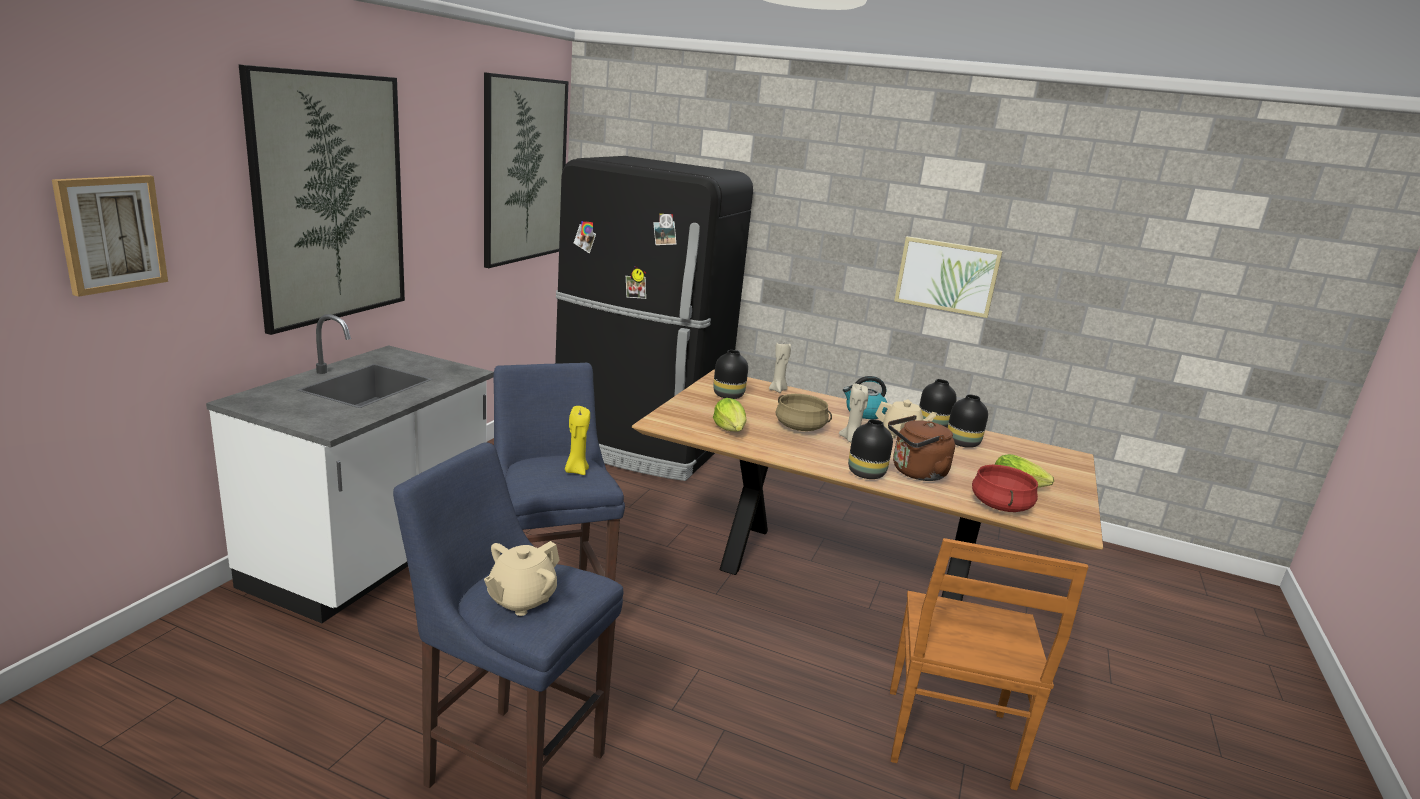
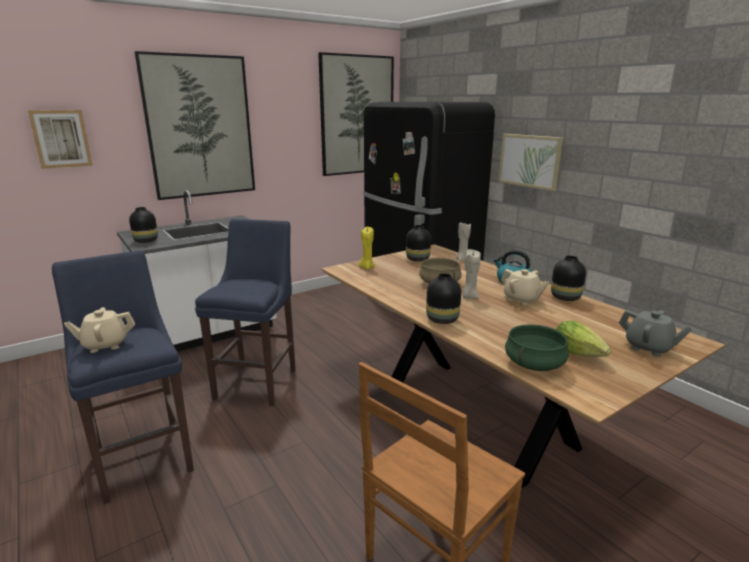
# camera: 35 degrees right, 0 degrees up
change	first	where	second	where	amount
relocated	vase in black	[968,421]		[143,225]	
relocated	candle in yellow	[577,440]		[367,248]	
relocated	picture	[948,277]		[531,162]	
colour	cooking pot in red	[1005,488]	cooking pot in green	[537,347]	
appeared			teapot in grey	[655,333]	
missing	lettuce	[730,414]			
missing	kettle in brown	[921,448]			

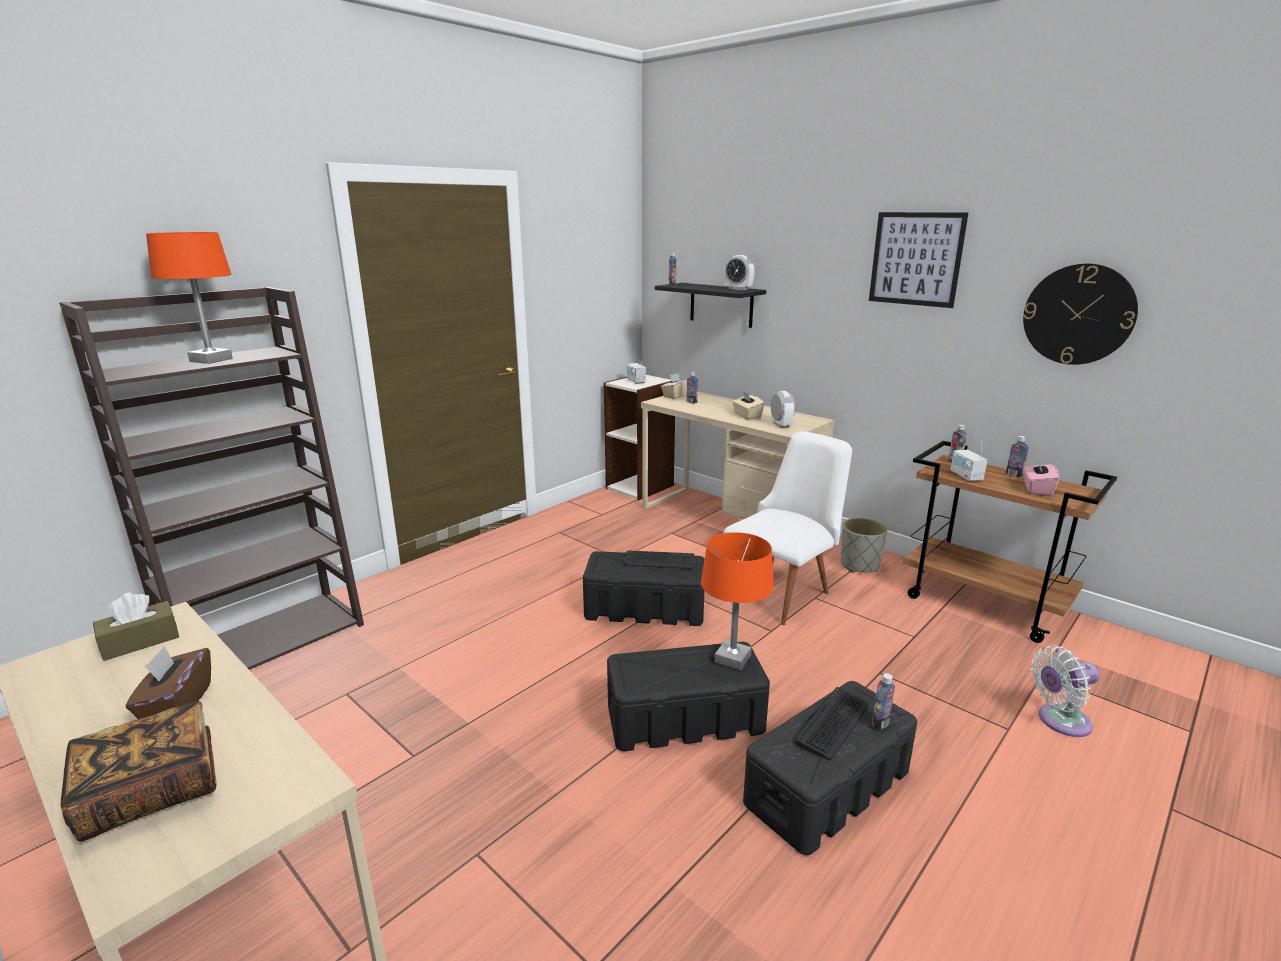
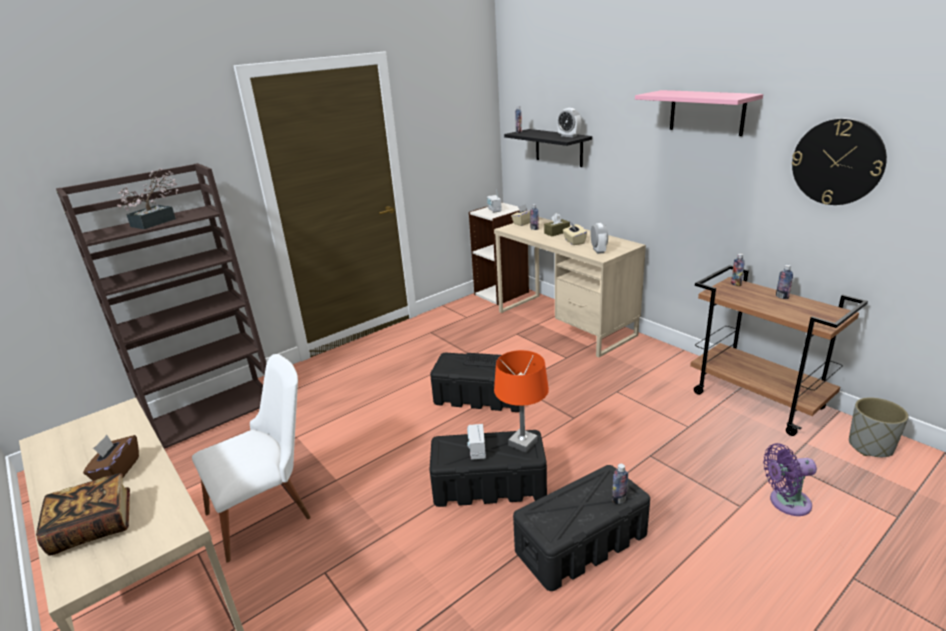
# camera: 10 degrees right, 5 degrees up
change	first	where	second	where	amount
exchanged	table lamp in orange	[189,298]	potted plant	[147,198]	
relocated	chair in white	[787,528]		[251,458]	
relocated	radio	[968,461]		[476,442]	
relocated	tissue box in brown	[136,627]		[557,224]	
exchanged	picture	[918,260]	shelf in pink	[699,113]	
colour	fan in white	[1065,691]	fan in purple	[790,479]	
relocated	planter in grey	[864,545]		[879,427]	
missing	keyboard	[831,723]			
missing	tissue box in pink	[1041,476]			

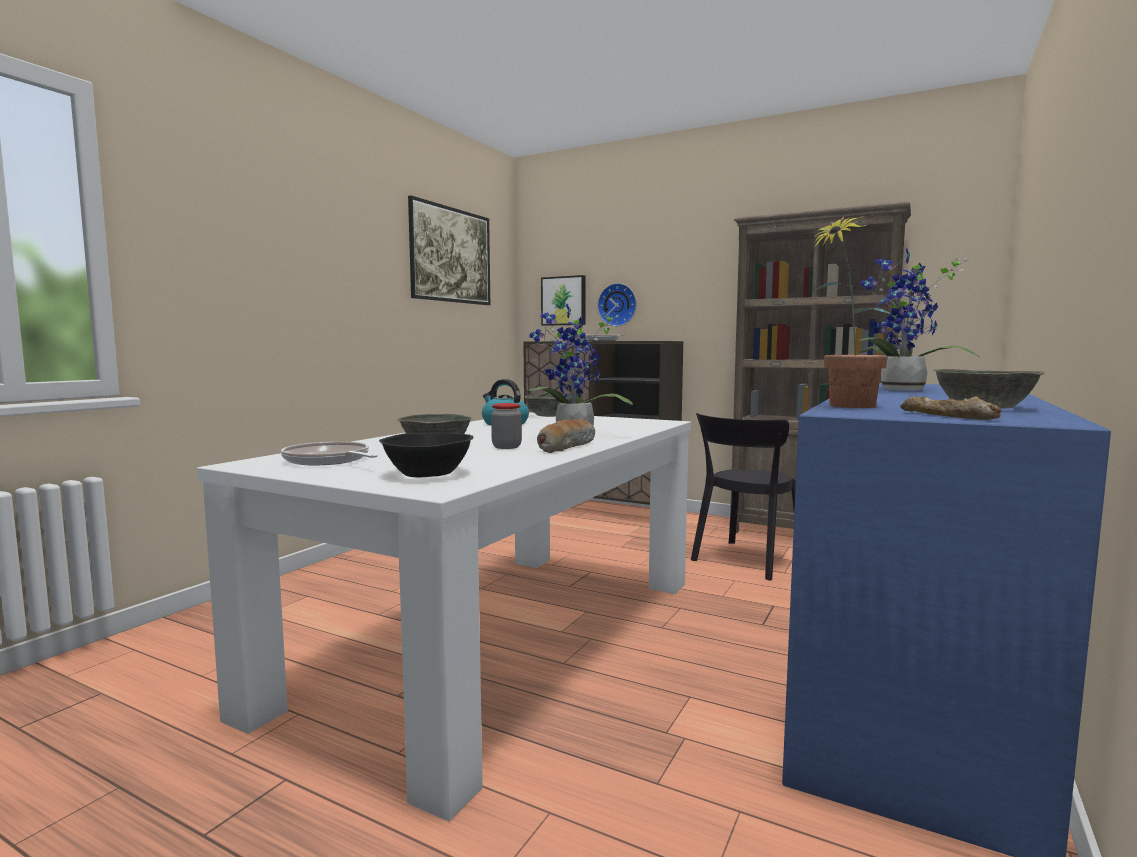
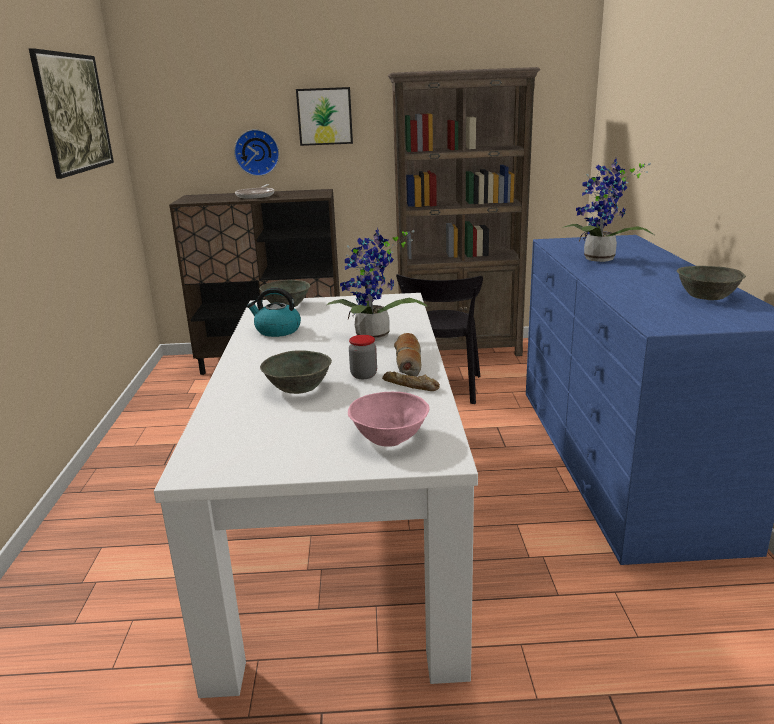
# camera: 30 degrees left, 15 degrees up
change	first	where	second	where	amount
relocated	picture	[563,300]		[324,116]	
colour	bowl in black	[426,455]	bowl in pink	[389,419]	
relocated	bread	[951,408]		[411,381]	
missing	frying pan	[329,453]			
missing	potted plant	[851,312]			

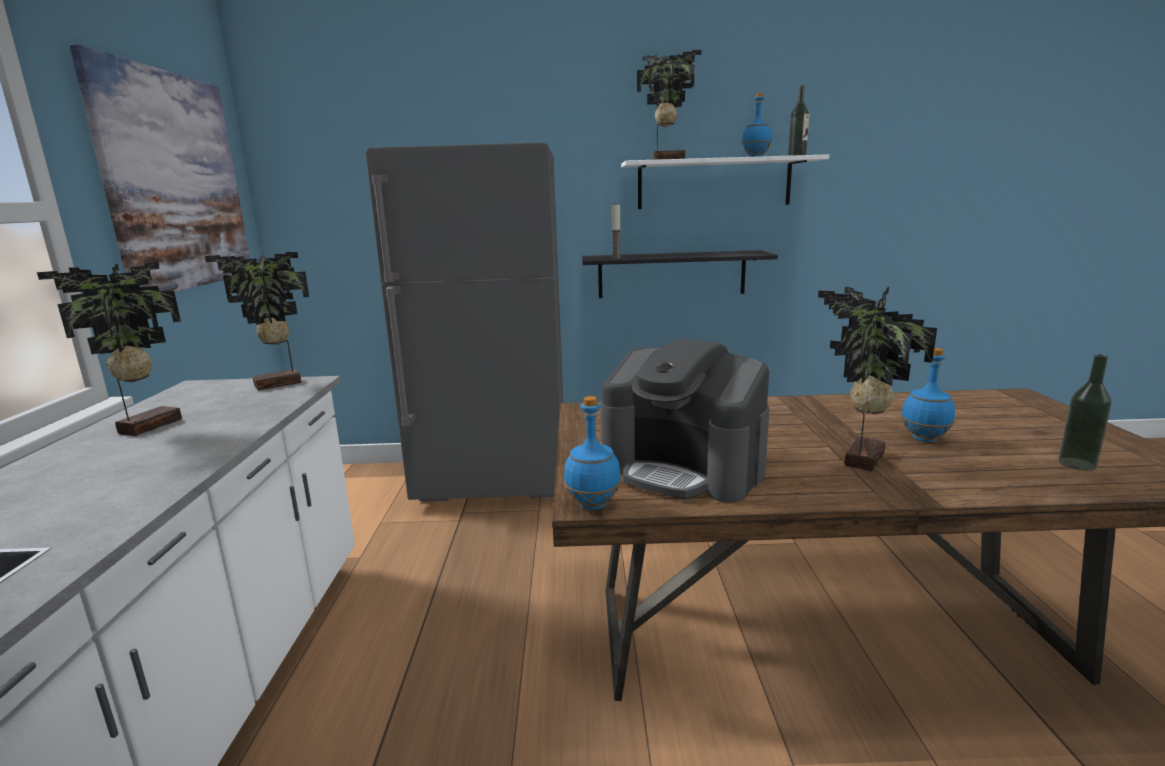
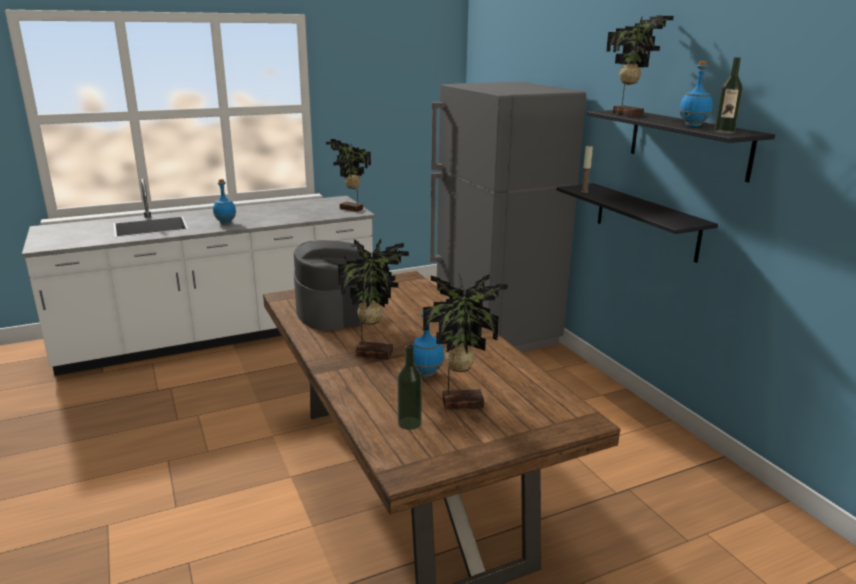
# camera: 65 degrees right, 5 degrees up
change	first	where	second	where	amount
relocated	bottle in blue	[592,453]		[224,201]	
spun	coffee machine	[685,421]		[329,285]	150 degrees clockwise
relocated	potted plant	[109,349]		[465,340]	
colour	shelf in white	[725,181]	shelf in black	[681,146]	
missing	picture	[159,168]			

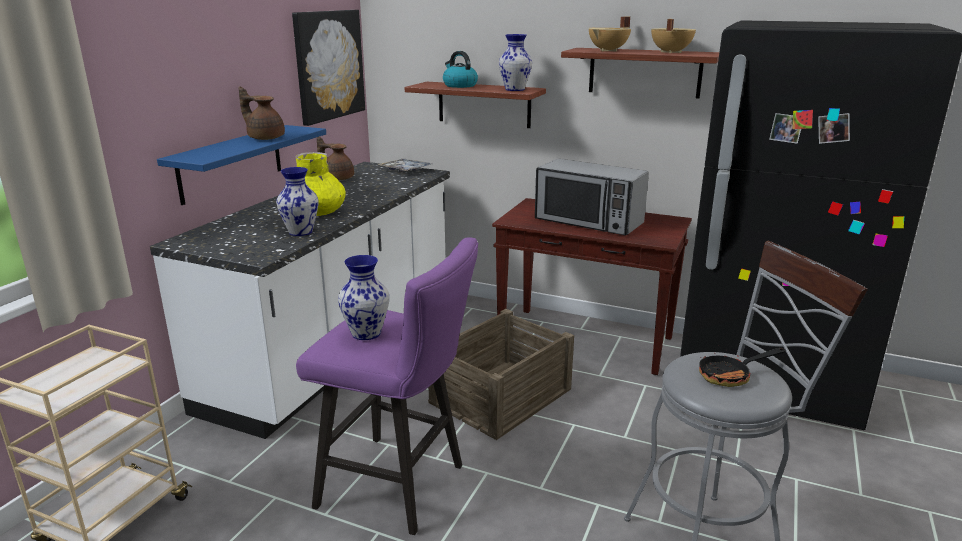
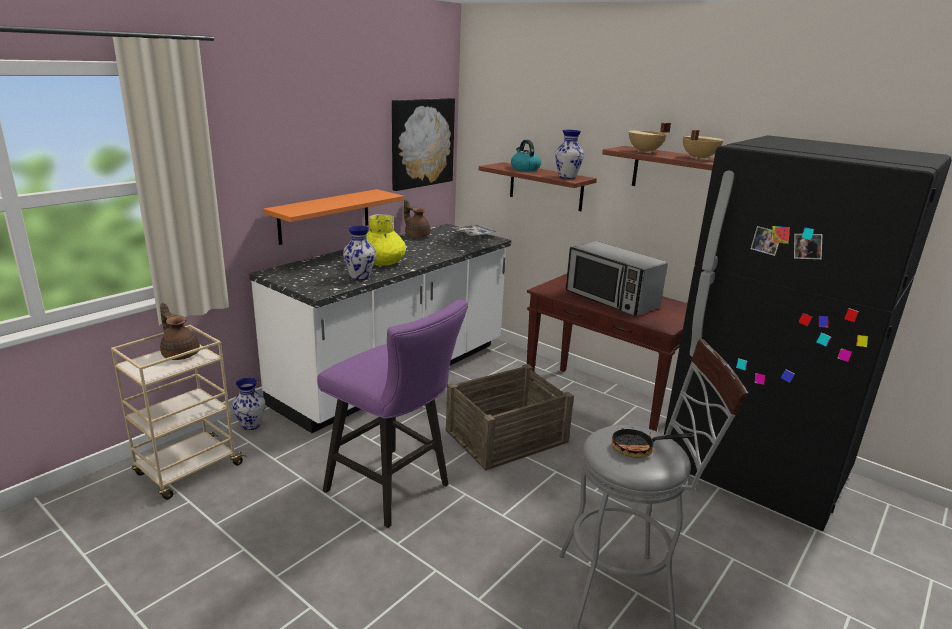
# camera: 15 degrees right, 0 degrees up
change	first	where	second	where	amount
relocated	teapot in brown	[262,113]		[180,331]	
relocated	vase	[363,297]		[248,403]	
colour	shelf in blue	[241,165]	shelf in orange	[333,217]	

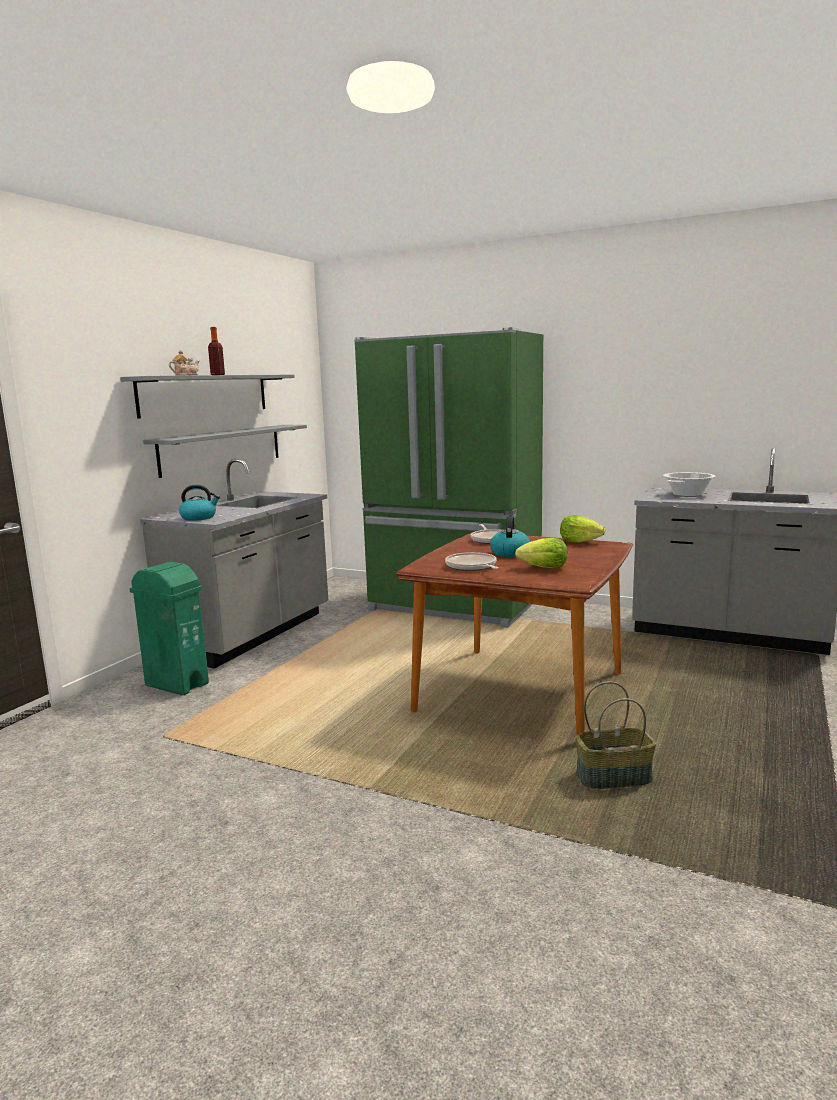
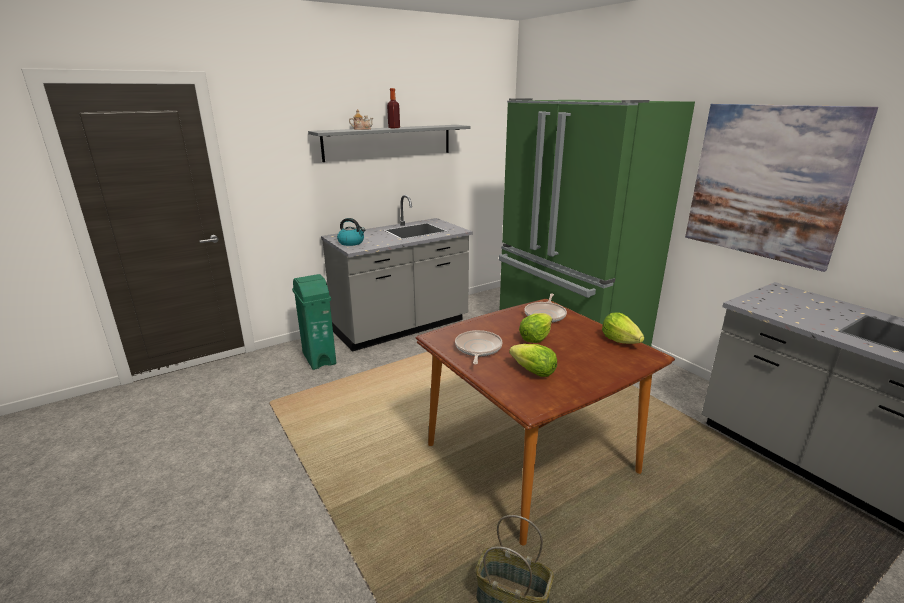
# camera: 30 degrees right, 10 degrees up
change	first	where	second	where	amount
exchanged	kettle	[510,536]	lettuce	[535,328]	
appeared			picture	[781,188]	
missing	shelf in grey	[225,451]			
missing	cooking pot	[689,484]			

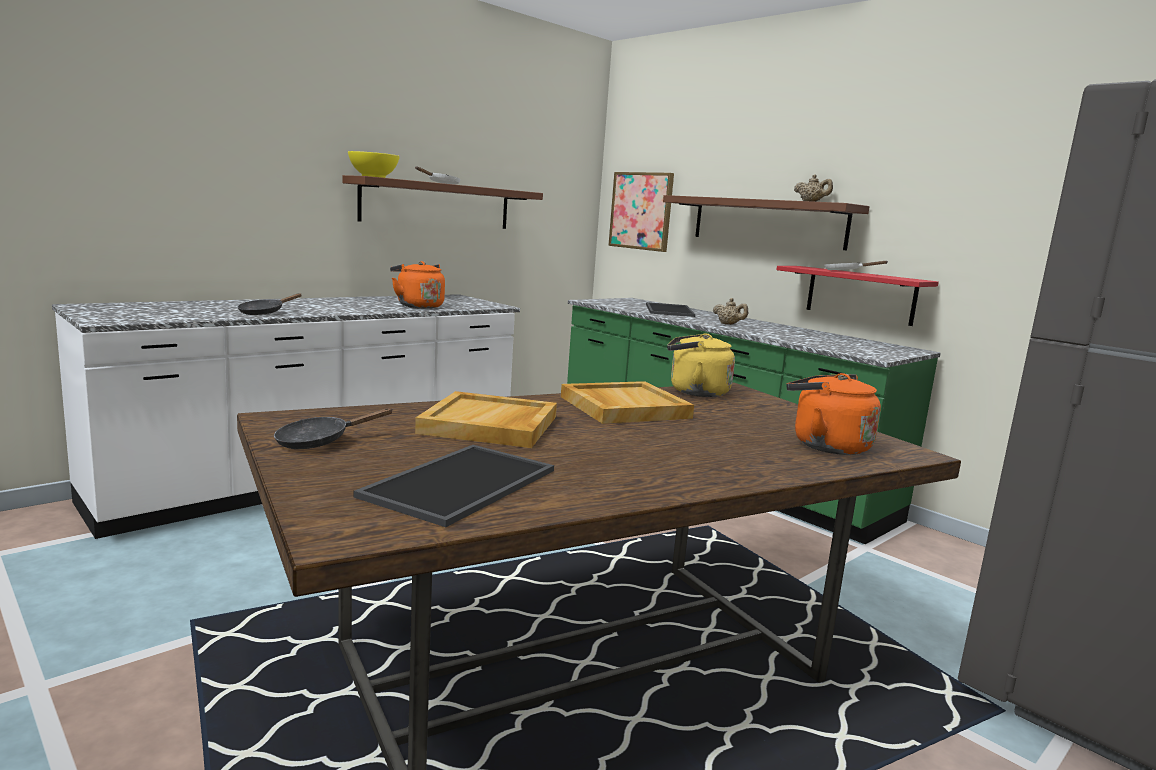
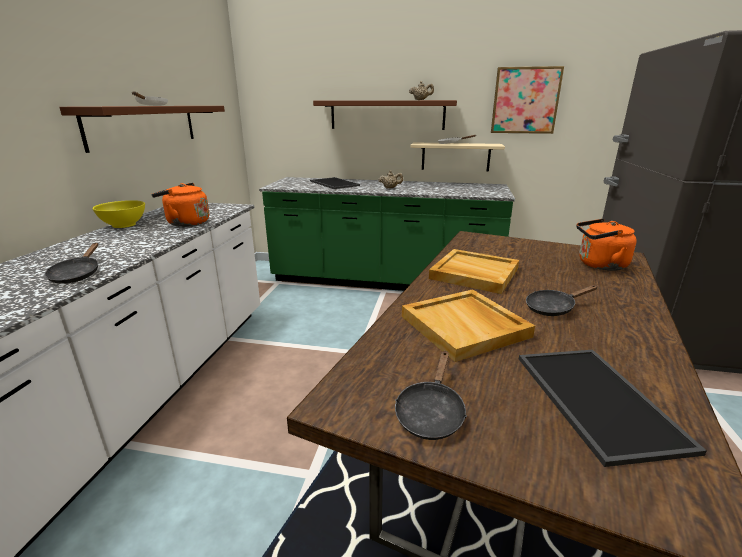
# camera: 35 degrees left, 10 degrees up
change	first	where	second	where	amount
relocated	bowl in yellow	[374,164]		[119,214]	
colour	shelf in red	[857,296]	shelf in beige	[457,157]	
relocated	picture	[641,212]		[527,100]	
appeared			frying pan in black	[562,300]	
missing	kettle in yellow	[701,365]			

